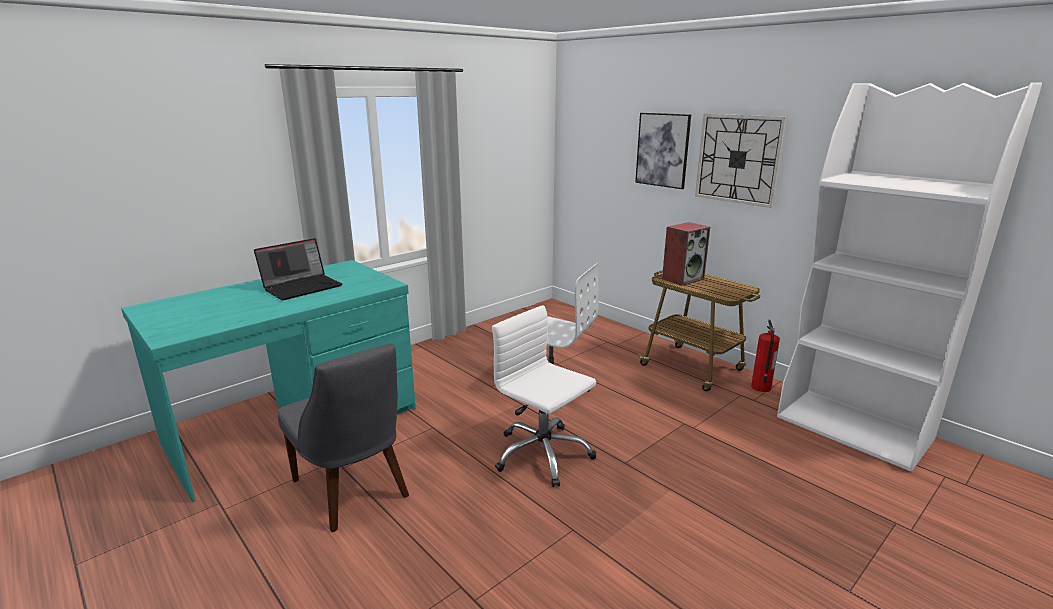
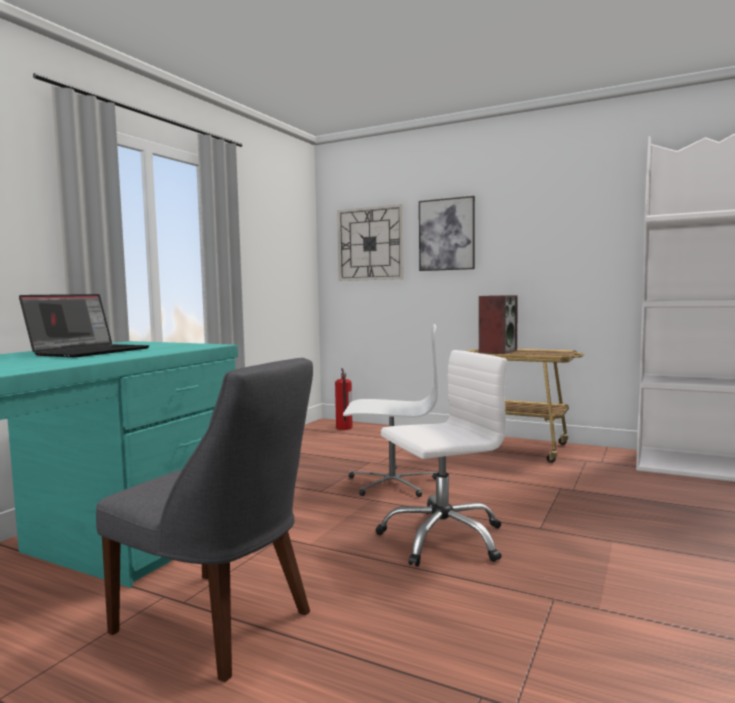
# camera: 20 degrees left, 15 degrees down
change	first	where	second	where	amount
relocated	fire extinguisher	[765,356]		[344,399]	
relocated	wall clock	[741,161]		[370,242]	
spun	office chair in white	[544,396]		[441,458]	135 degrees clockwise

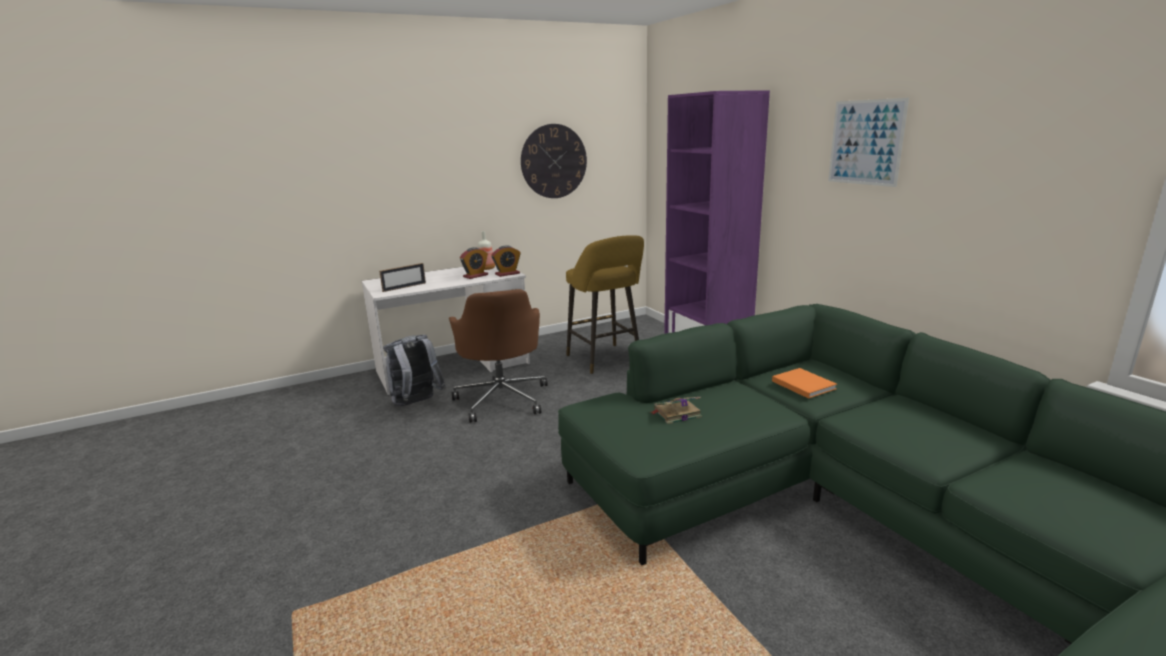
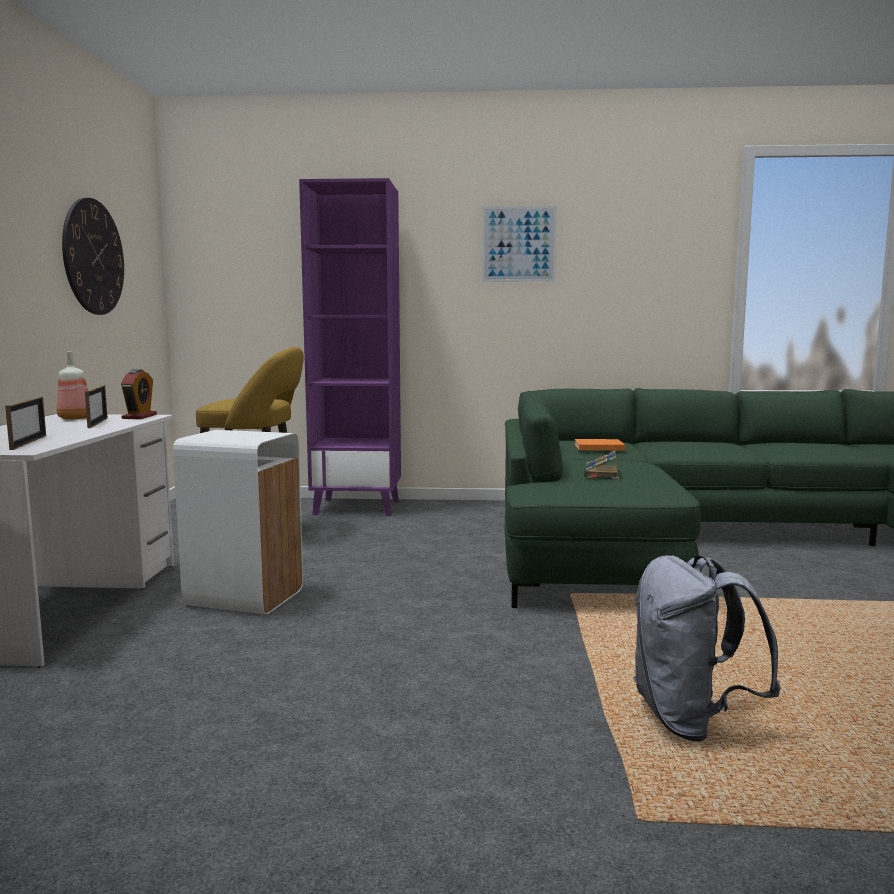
# camera: 60 degrees left, 10 degrees down
change	first	where	second	where	amount
exchanged	alarm clock	[474,263]	picture frame	[96,406]	
exchanged	office chair in brown	[498,356]	trash can in white	[238,522]	
relocated	backpack in grey	[414,370]		[707,648]	

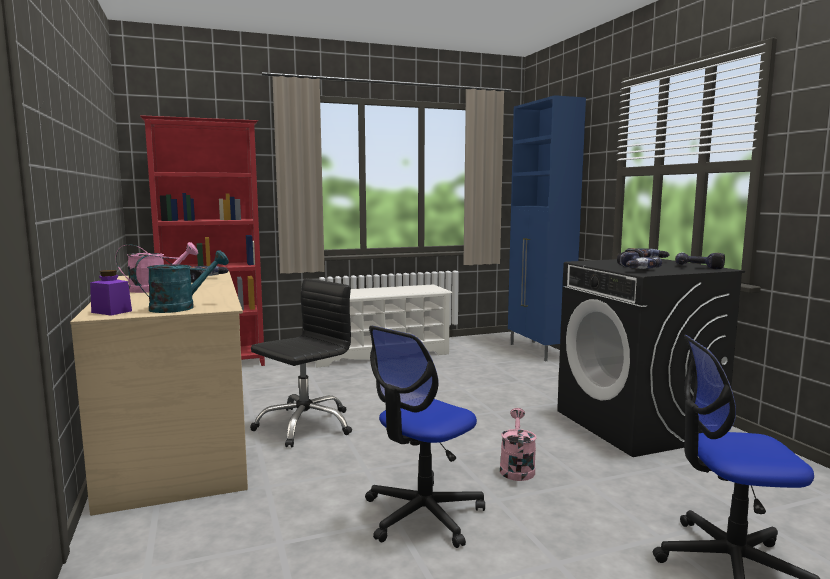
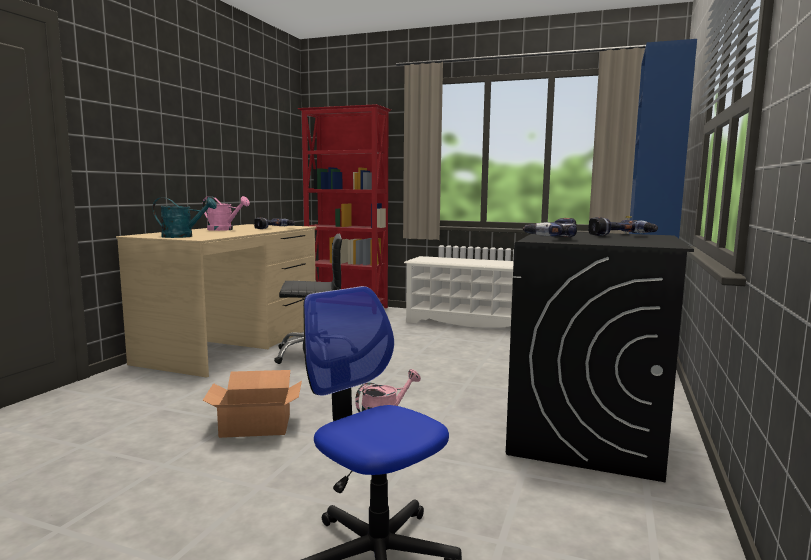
# camera: 40 degrees right, 0 degrees up
change	first	where	second	where	amount
exchanged	office chair	[425,437]	cardboard box	[252,404]	
missing	jar in purple	[111,293]			
missing	power drill	[700,260]			

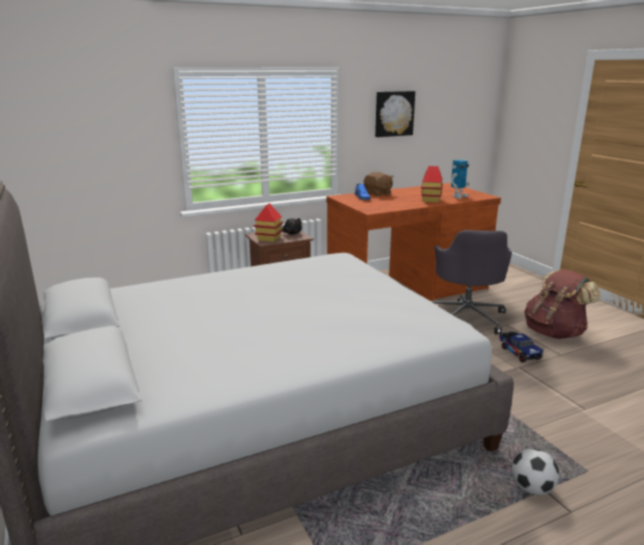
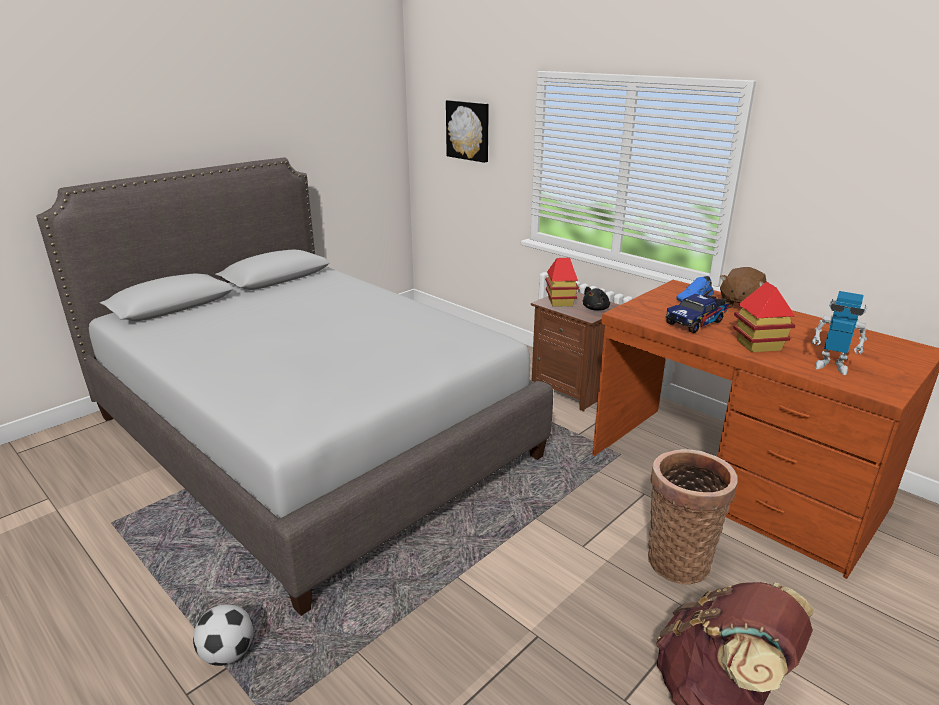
# camera: 70 degrees right, 5 degrees up
change	first	where	second	where	amount
relocated	picture	[395,114]		[467,131]	
exchanged	office chair in grey	[471,282]	basket	[693,517]	
relocated	toy truck	[521,347]		[697,313]	

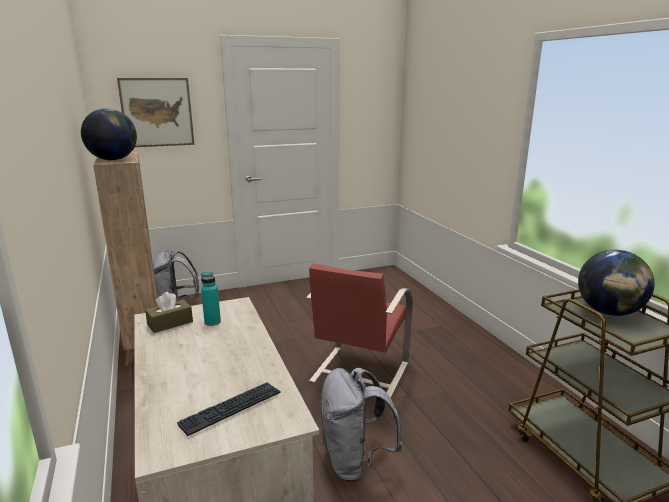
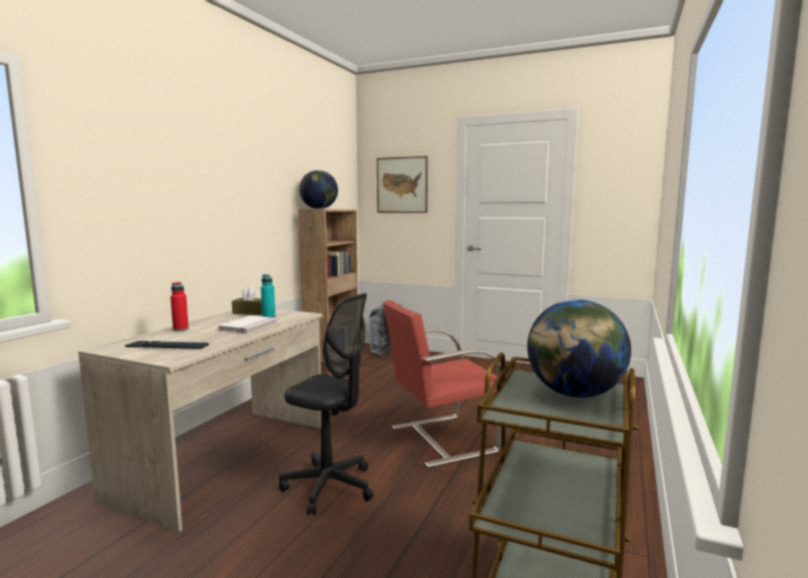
# camera: 45 degrees right, 10 degrees down
change	first	where	second	where	amount
appeared			bottle in red	[179,306]	
appeared			book in white	[247,324]	
exchanged	backpack in grey	[361,425]	office chair in black	[326,404]	

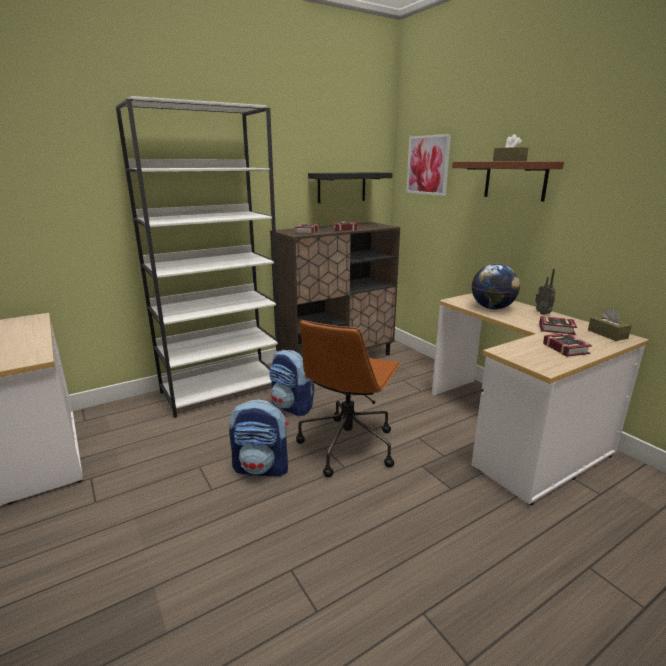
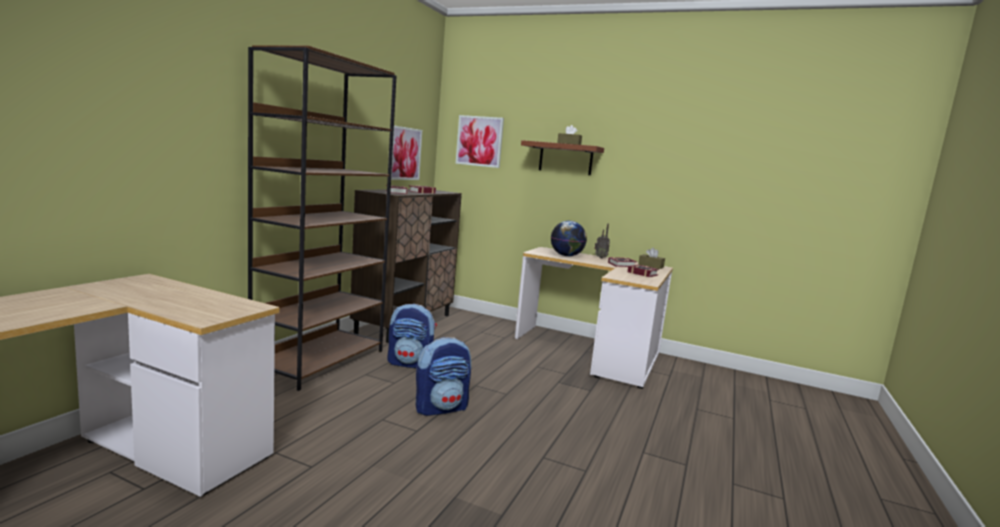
# camera: 35 degrees left, 10 degrees down
change	first	where	second	where	amount
colour	bookcase in white	[198,257]	bookcase in brown	[322,218]	
exchanged	shelf in black	[350,187]	picture	[406,152]	
missing	office chair in brown	[348,398]			

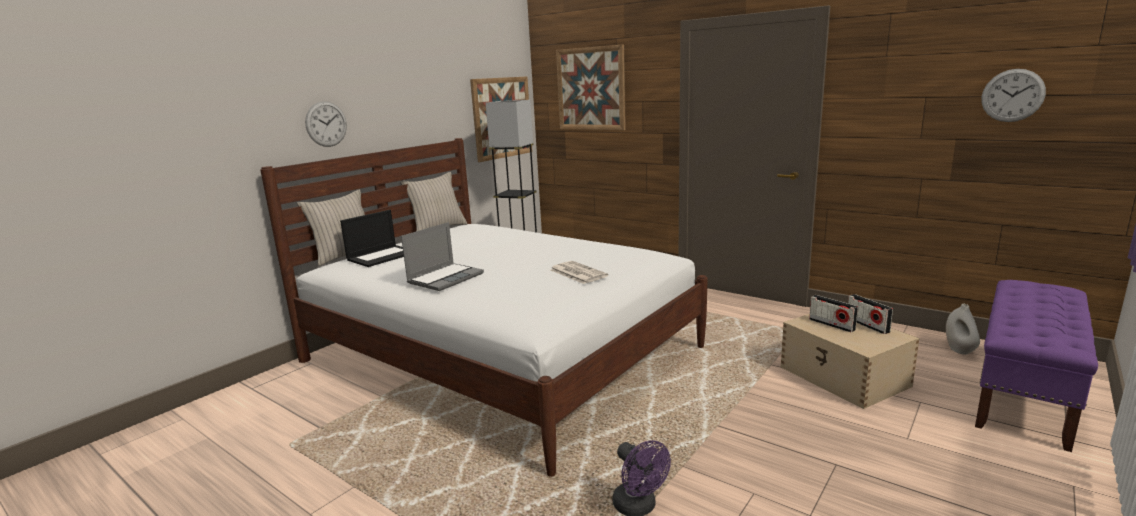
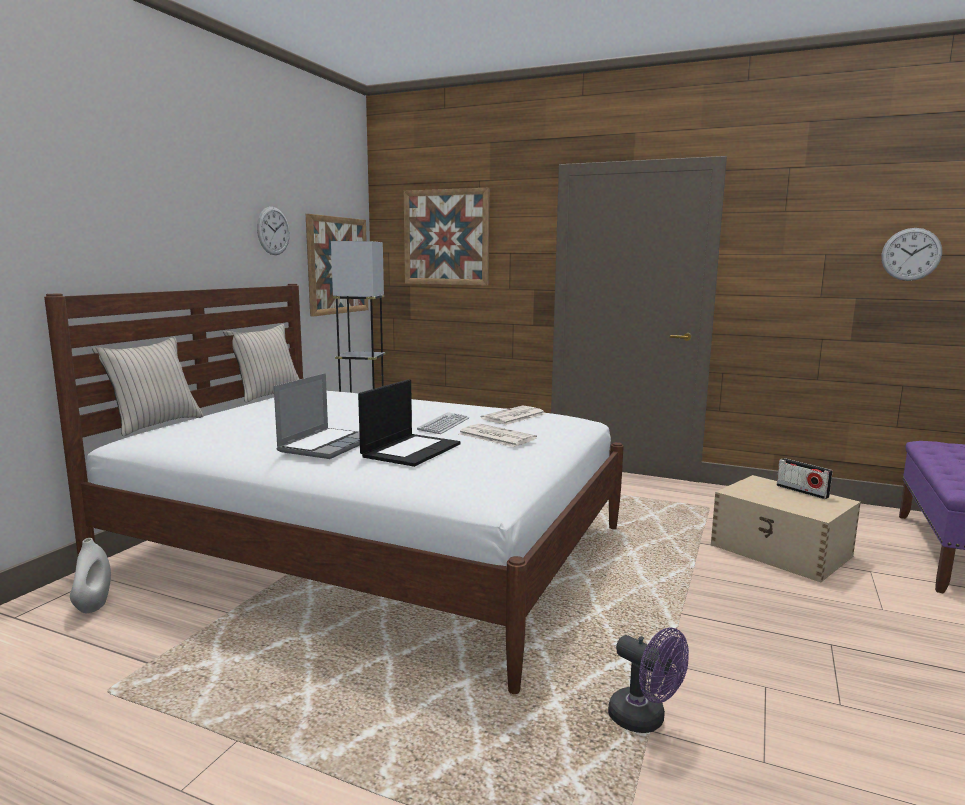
# camera: 15 degrees left, 5 degrees down
change	first	where	second	where	amount
relocated	vase in white	[963,329]		[90,575]	
relocated	wall clock	[326,124]		[273,231]	
relocated	laptop	[372,238]		[409,423]	
appeared			keyboard	[443,423]	
appeared			newspaper	[513,415]	
missing	radio	[833,313]			

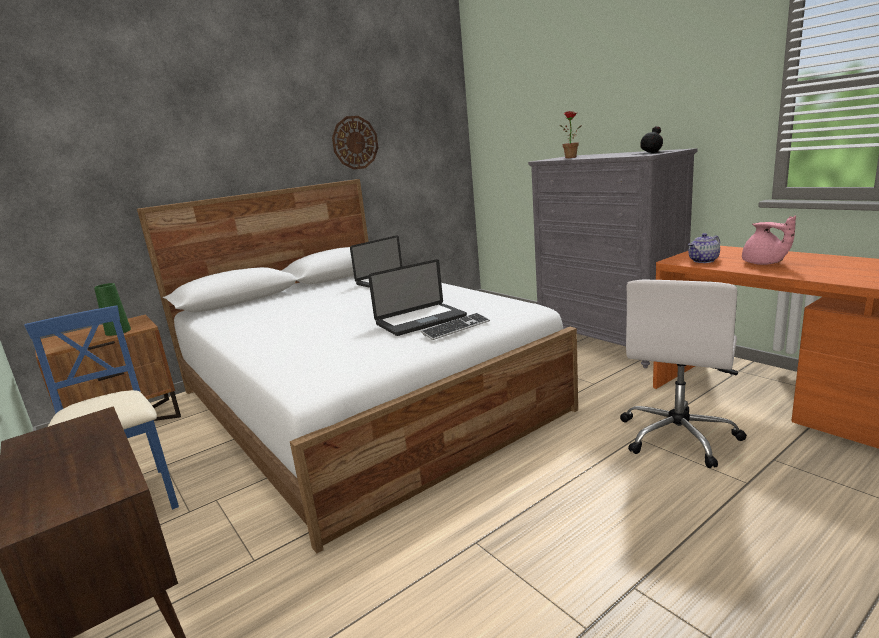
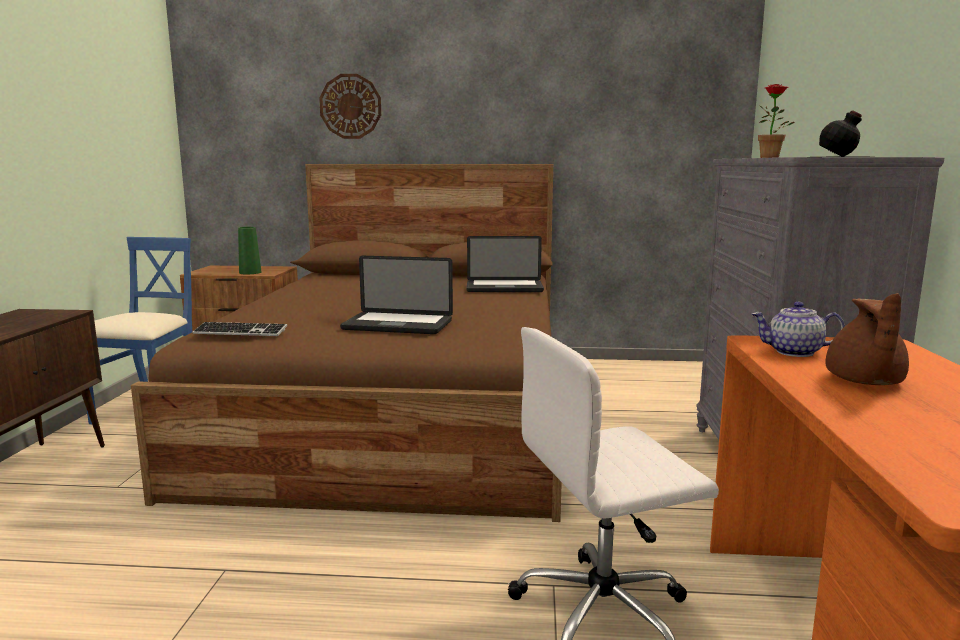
# camera: 40 degrees right, 5 degrees down
change	first	where	second	where	amount
colour	bed in white	[357,366]	bed in brown	[346,343]	
relocated	keyboard	[455,326]		[239,329]	
relocated	wall clock	[355,143]		[350,106]	
colour	teapot in pink	[769,240]	teapot in brown	[867,339]	

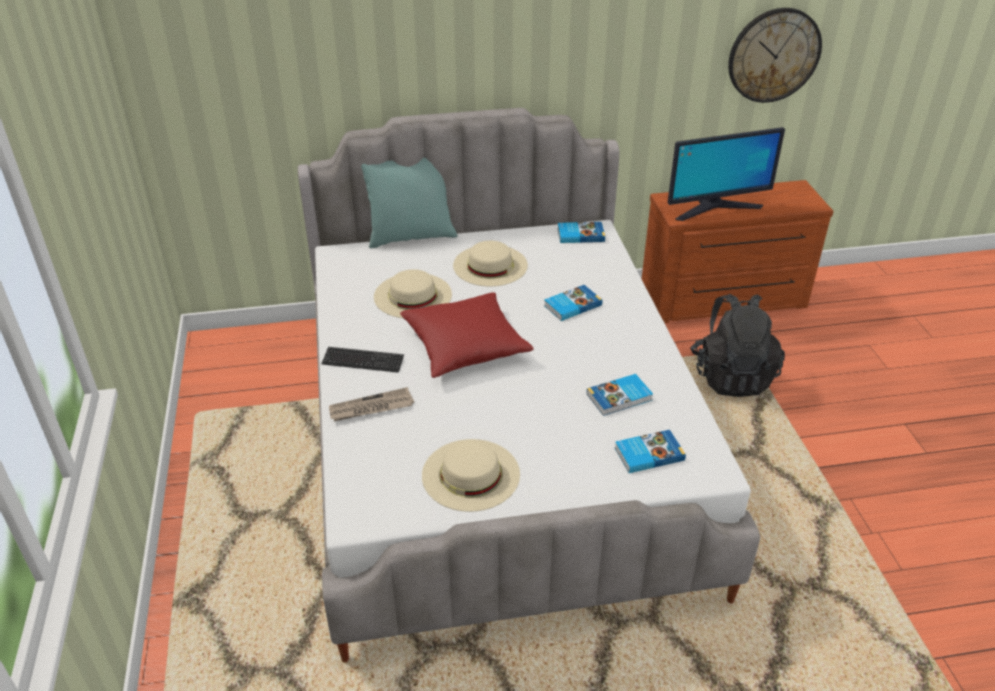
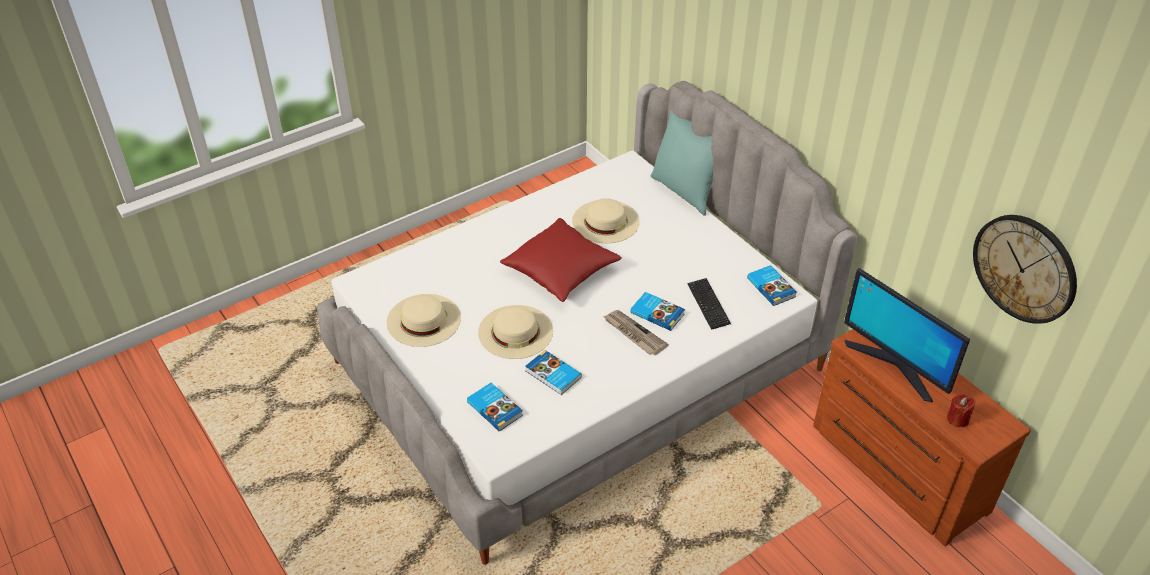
# camera: 65 degrees right, 5 degrees up
change	first	where	second	where	amount
relocated	hat in beige	[490,263]		[515,332]	
relocated	newspaper	[371,404]		[636,332]	
relocated	keyboard	[363,360]		[709,304]	
appeared			candle in red	[961,410]	
missing	backpack in black	[737,345]			

